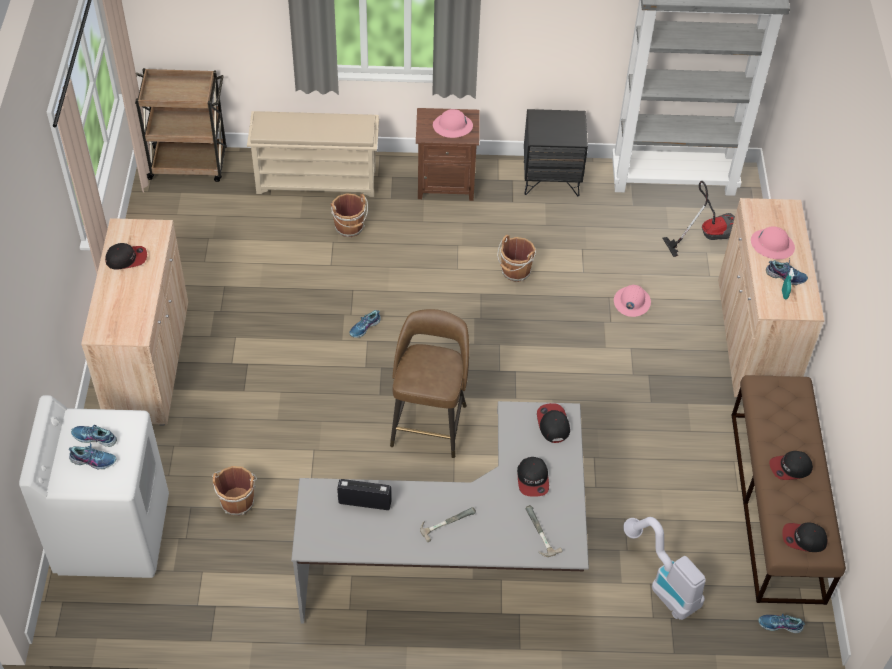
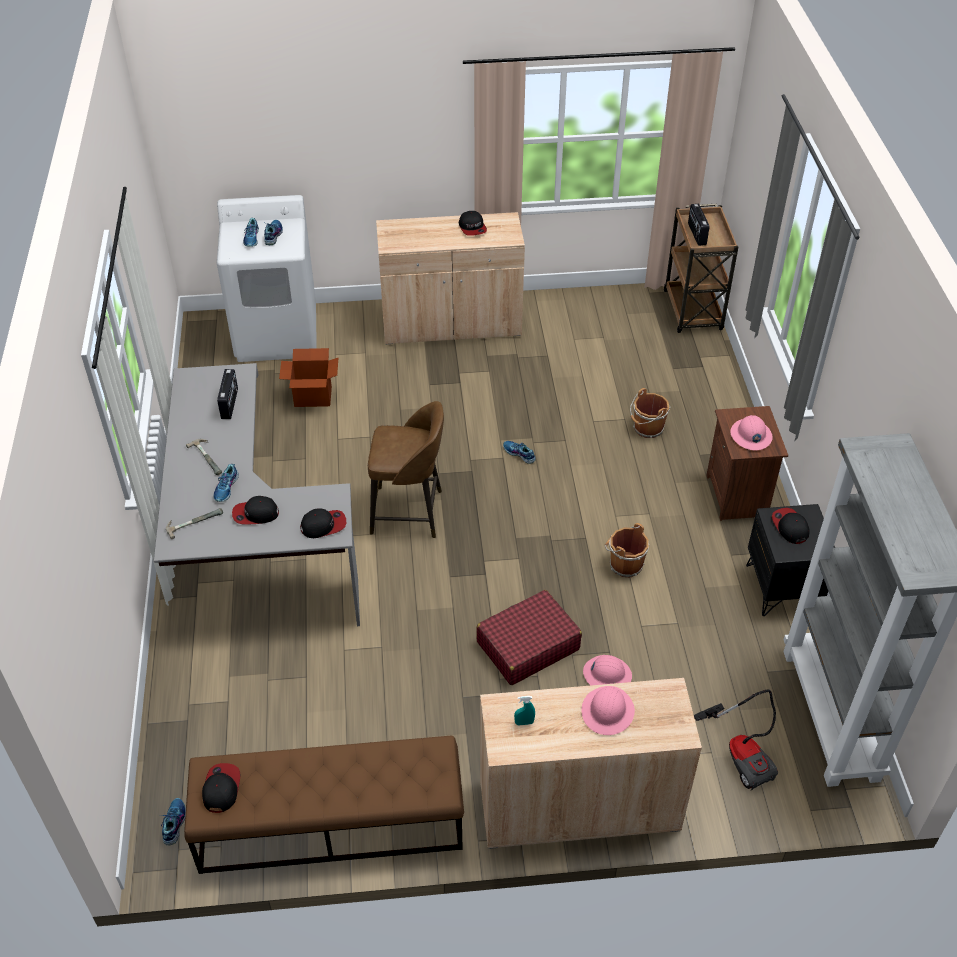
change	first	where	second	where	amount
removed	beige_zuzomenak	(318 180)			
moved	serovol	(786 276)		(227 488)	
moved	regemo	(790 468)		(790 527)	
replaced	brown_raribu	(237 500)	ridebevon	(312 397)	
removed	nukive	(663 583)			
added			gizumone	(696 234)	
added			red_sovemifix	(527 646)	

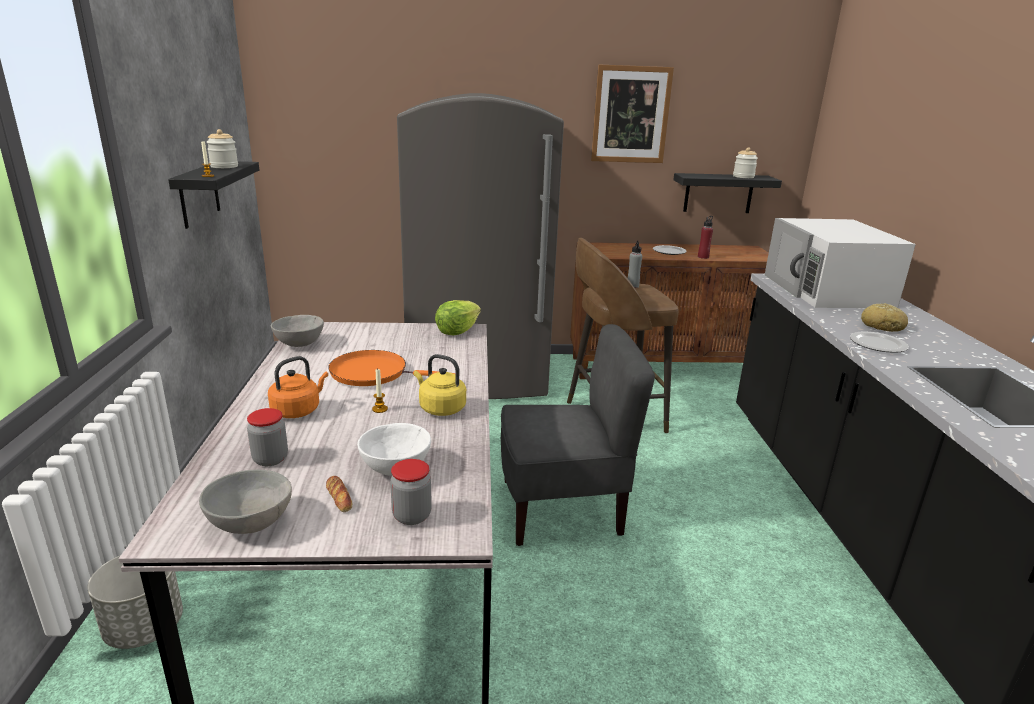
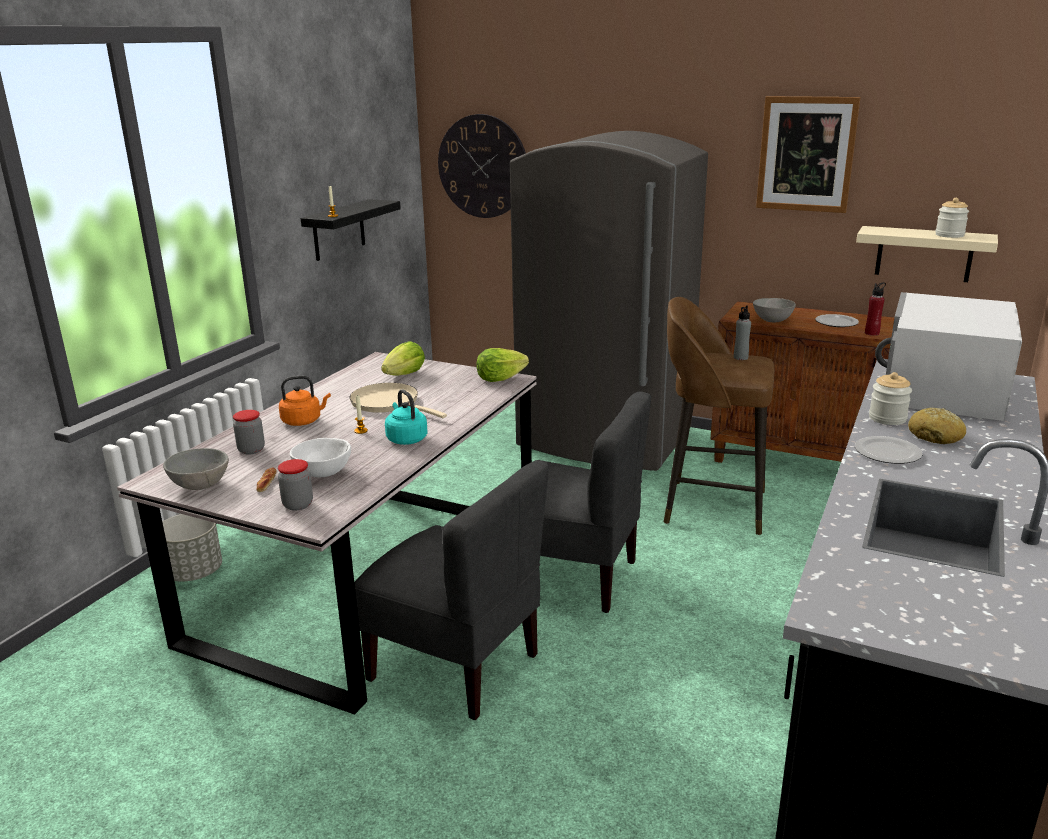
change	first	where	second	where	amount
moved	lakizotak	(224 166)		(887 418)	
recoloured	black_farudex	(718 193)	beige_farudex	(924 254)	
moved	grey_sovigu	(298 344)		(771 321)	
recoloured	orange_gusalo	(374 373)	beige_gusalo	(388 403)	
recoloured	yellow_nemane	(440 408)	turquoise_nemane	(406 439)	
added			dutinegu	(482 166)	
added			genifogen	(405 375)	
added			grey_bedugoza	(456 666)	

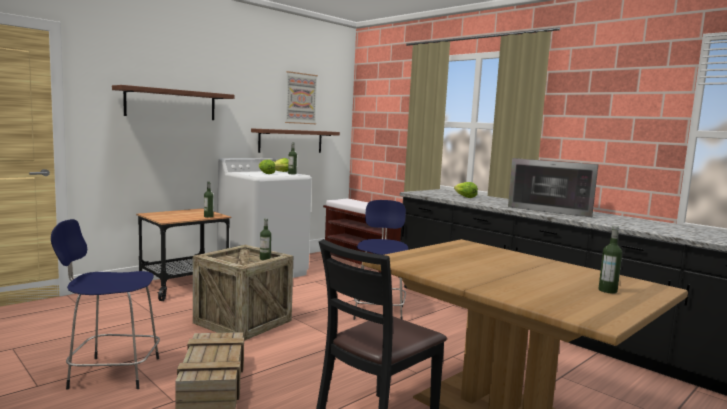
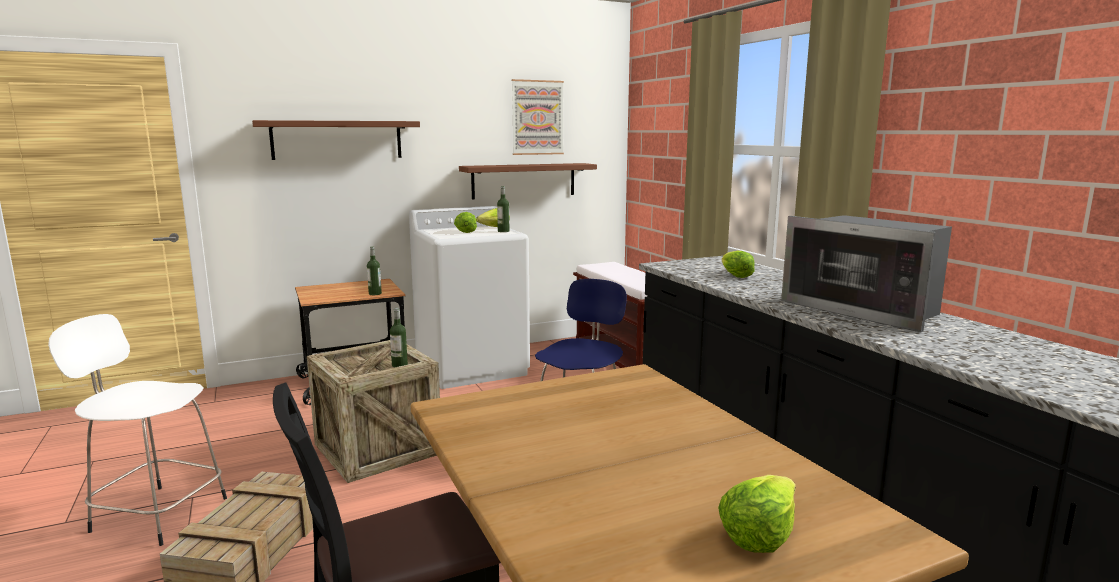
change	first	where	second	where	amount
recoloured	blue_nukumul	(112 372)	white_nukumul	(156 514)	
replaced	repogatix	(607 290)	genifogen	(759 534)	

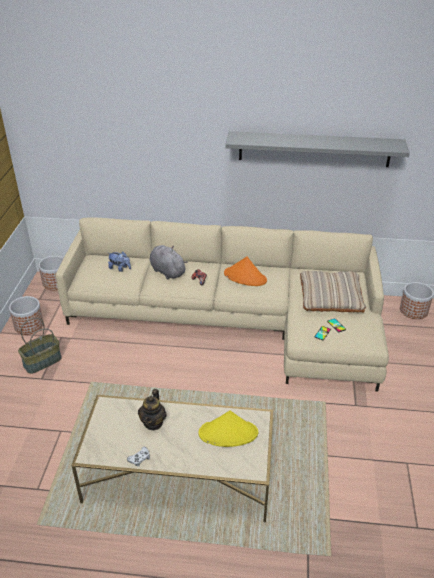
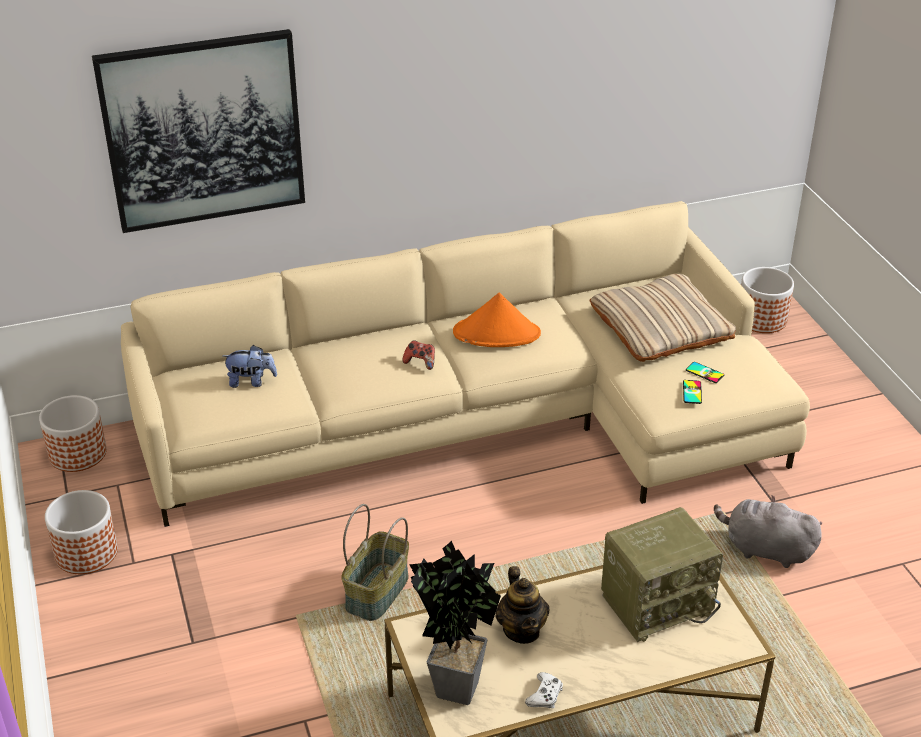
change	first	where	second	where	amount
removed	grey_farudex	(314 149)			
moved	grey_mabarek	(167 271)		(765 550)	
moved	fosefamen	(42 362)		(378 593)	
replaced	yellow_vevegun	(228 433)	gizumone	(657 602)	
added			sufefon	(203 131)	
added			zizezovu	(451 683)	

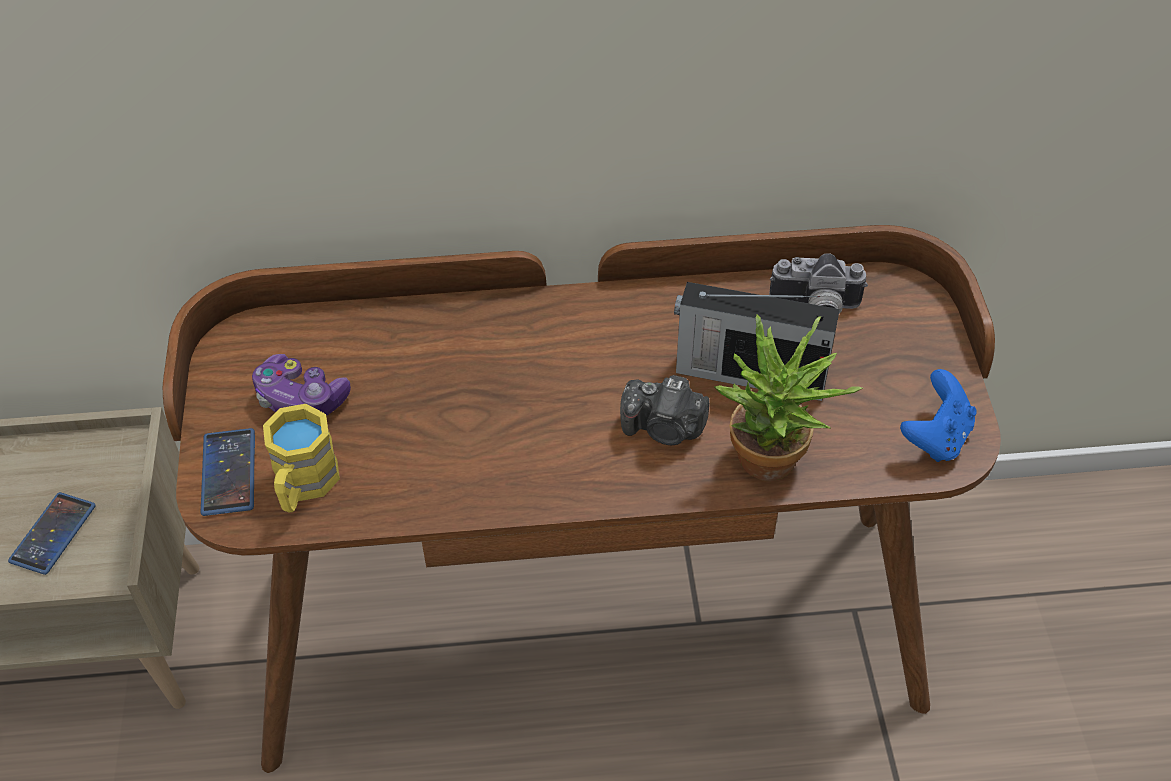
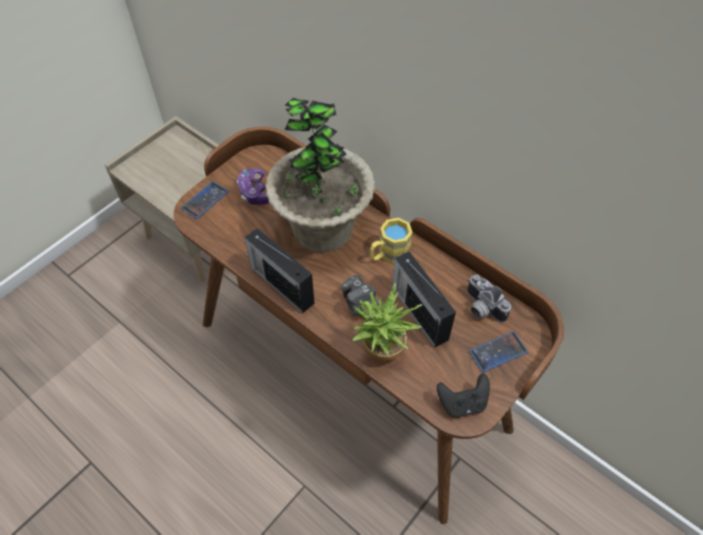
change	first	where	second	where	amount
recoloured	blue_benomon	(935 437)	black_benomon	(462 403)	
moved	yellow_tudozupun	(303 486)		(388 254)	
moved	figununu	(53 534)		(498 352)	
added			zizezovu	(323 228)	
added			gizumone	(281 284)	

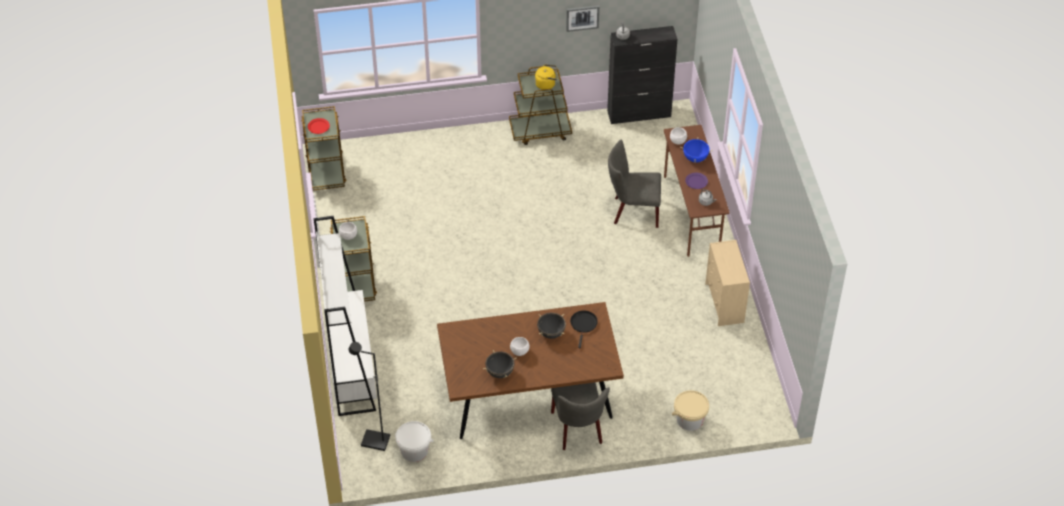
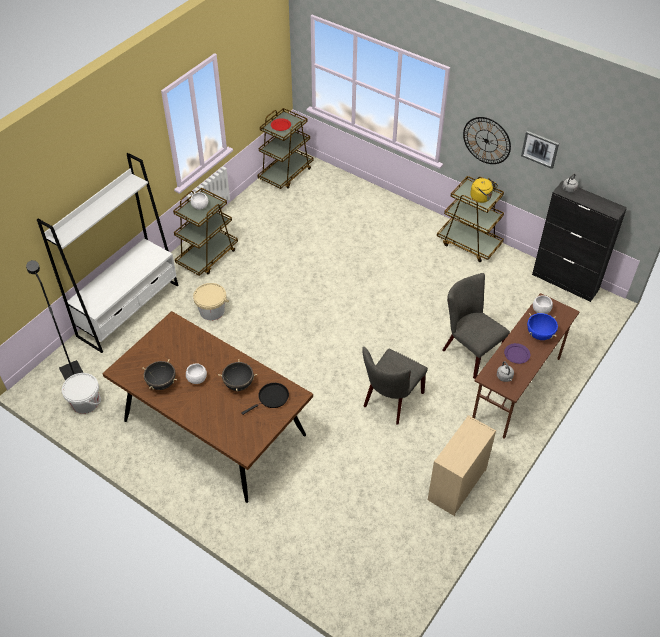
change	first	where	second	where	amount
moved	grey_bedugoza	(578 430)		(391 401)	
moved	beige_raribu	(689 419)		(212 311)	
added			dutinegu	(486 140)	

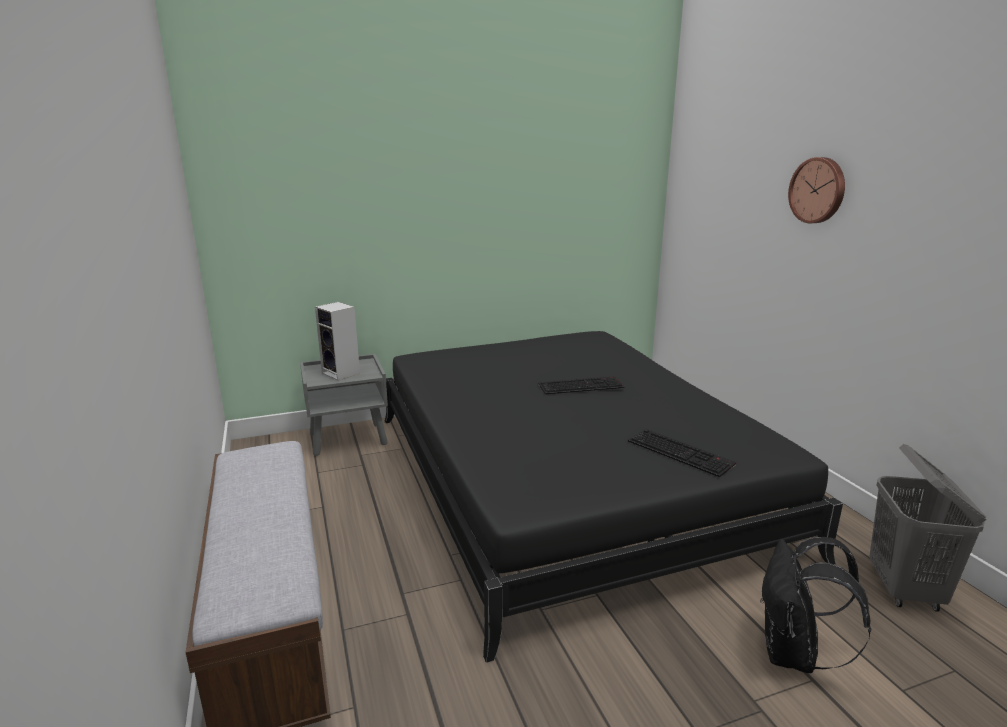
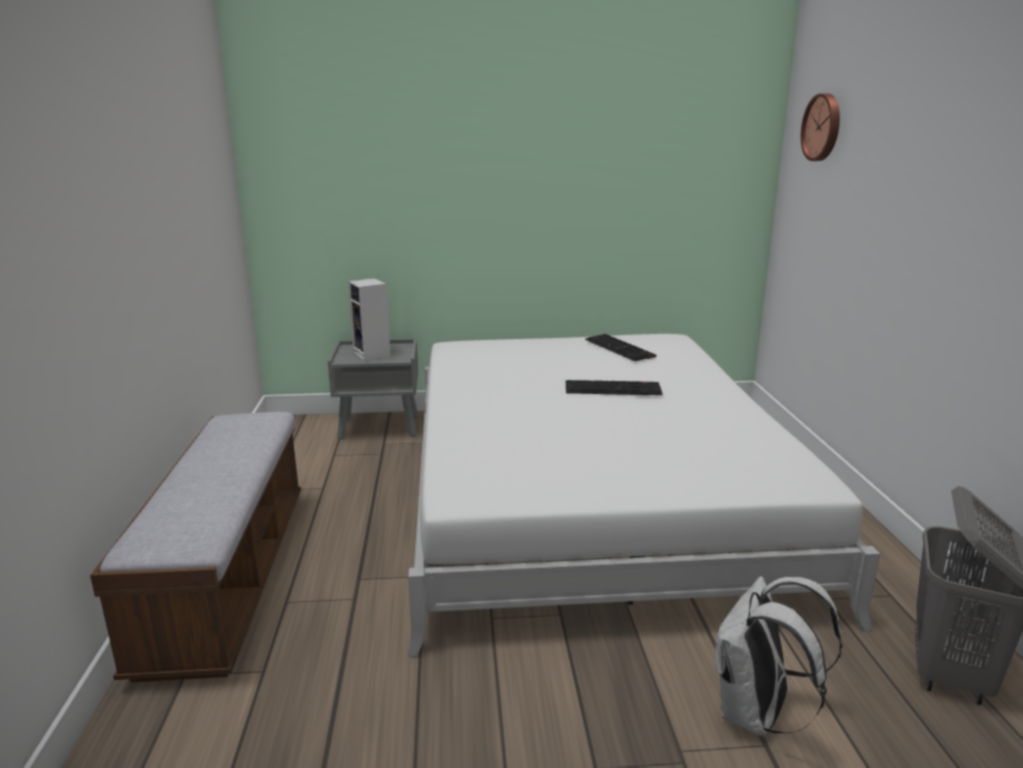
change	first	where	second	where	amount
moved	dutinegu	(818 190)		(823 127)	
recoloured	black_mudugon	(565 479)	white_mudugon	(589 494)	
moved	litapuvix	(681 452)		(621 348)	
recoloured	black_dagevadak	(793 654)	white_dagevadak	(756 715)	

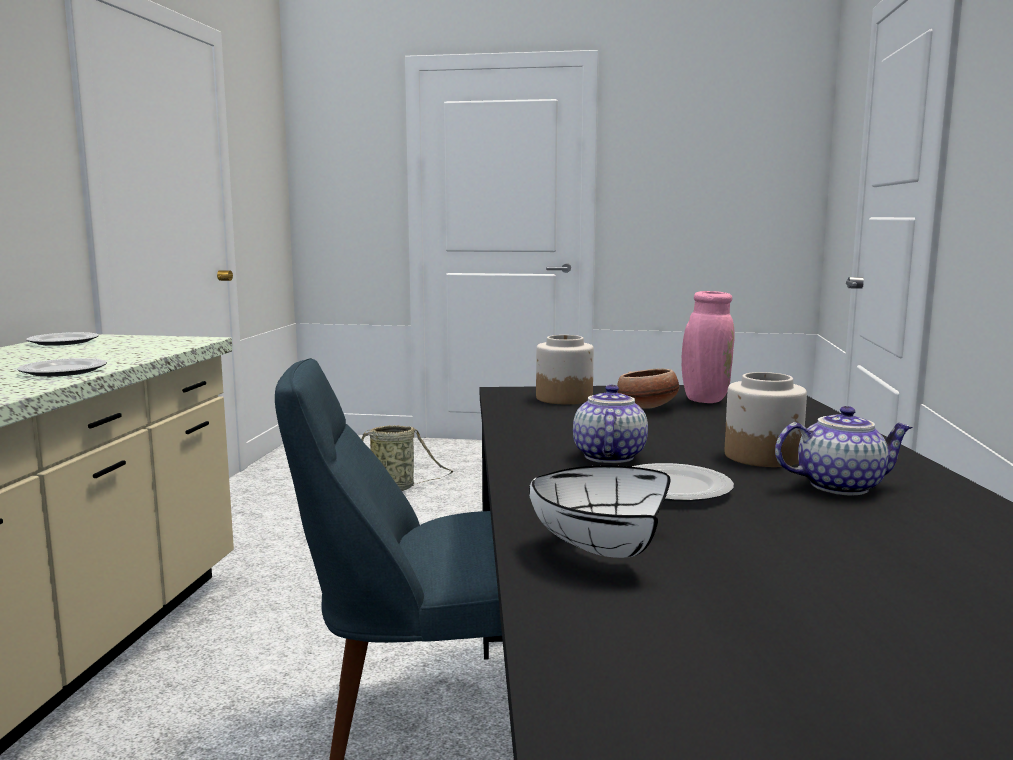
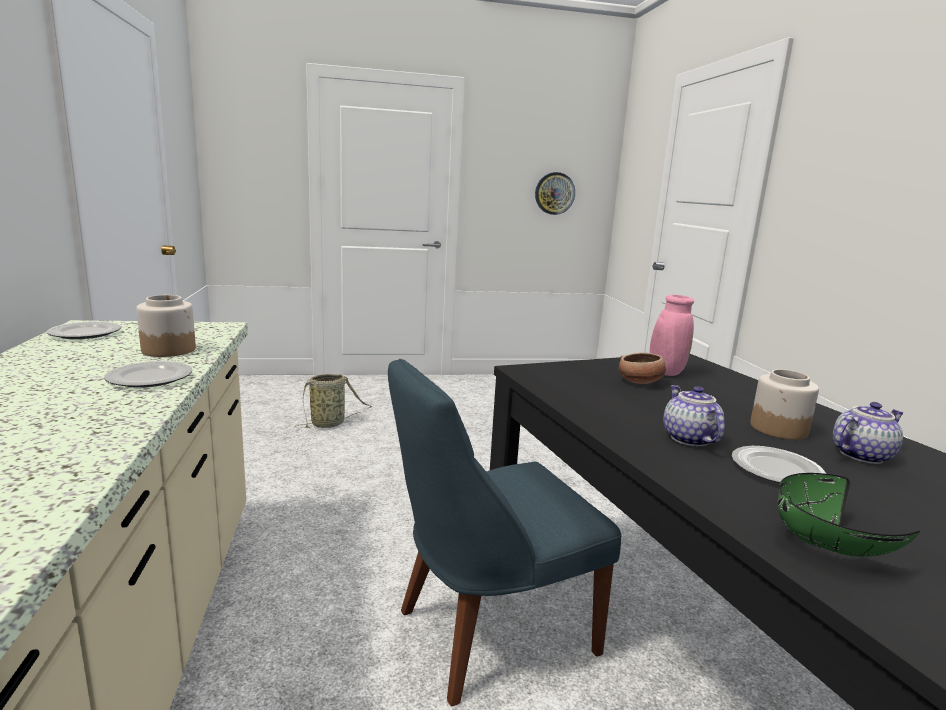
change	first	where	second	where	amount
moved	lakizotak	(564 398)		(169 350)	
recoloured	white_sovigu	(595 550)	green_sovigu	(823 546)	
added			dutinegu	(554 193)	

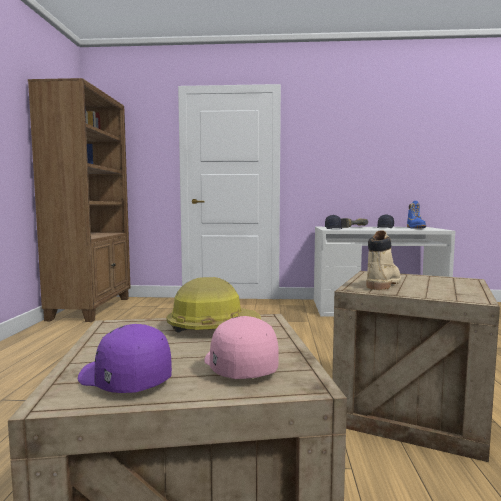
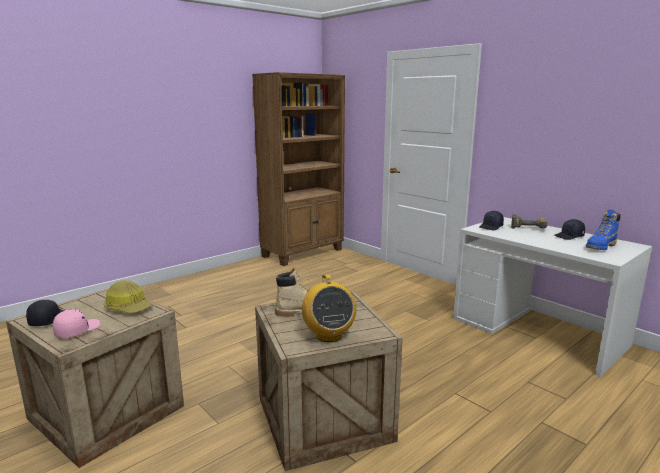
change	first	where	second	where	amount
recoloured	purple_regemo	(123 380)	black_regemo	(47 320)	
added			gizumone	(328 335)	

